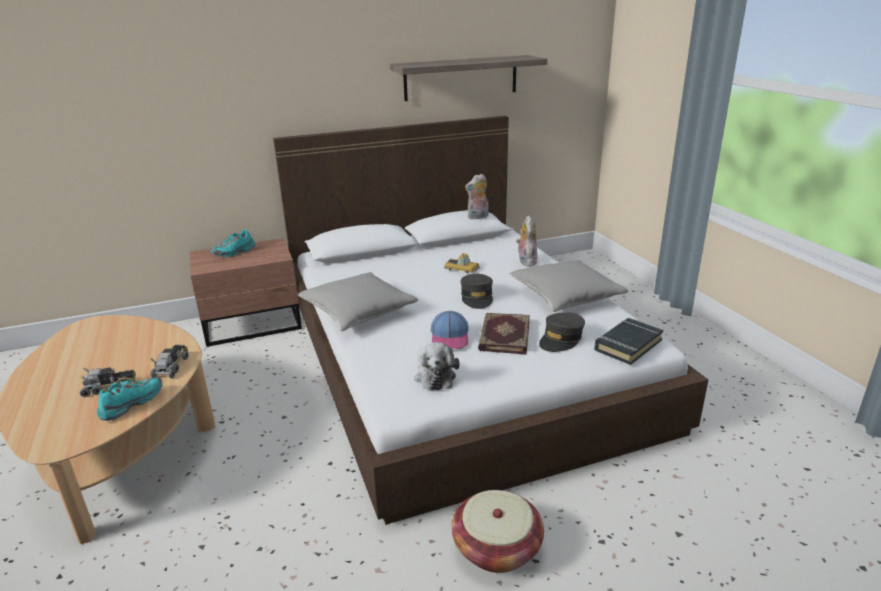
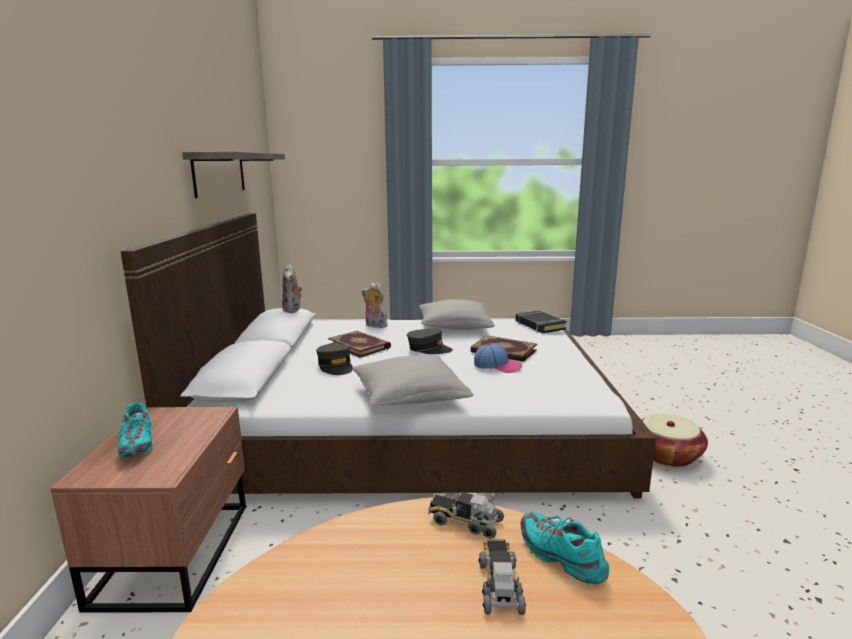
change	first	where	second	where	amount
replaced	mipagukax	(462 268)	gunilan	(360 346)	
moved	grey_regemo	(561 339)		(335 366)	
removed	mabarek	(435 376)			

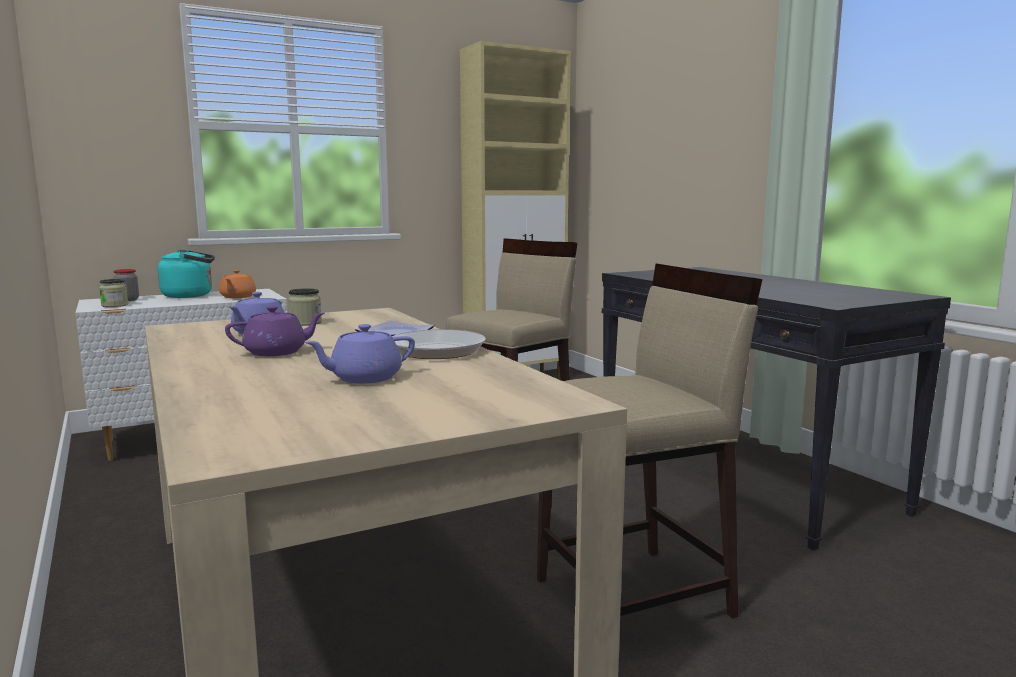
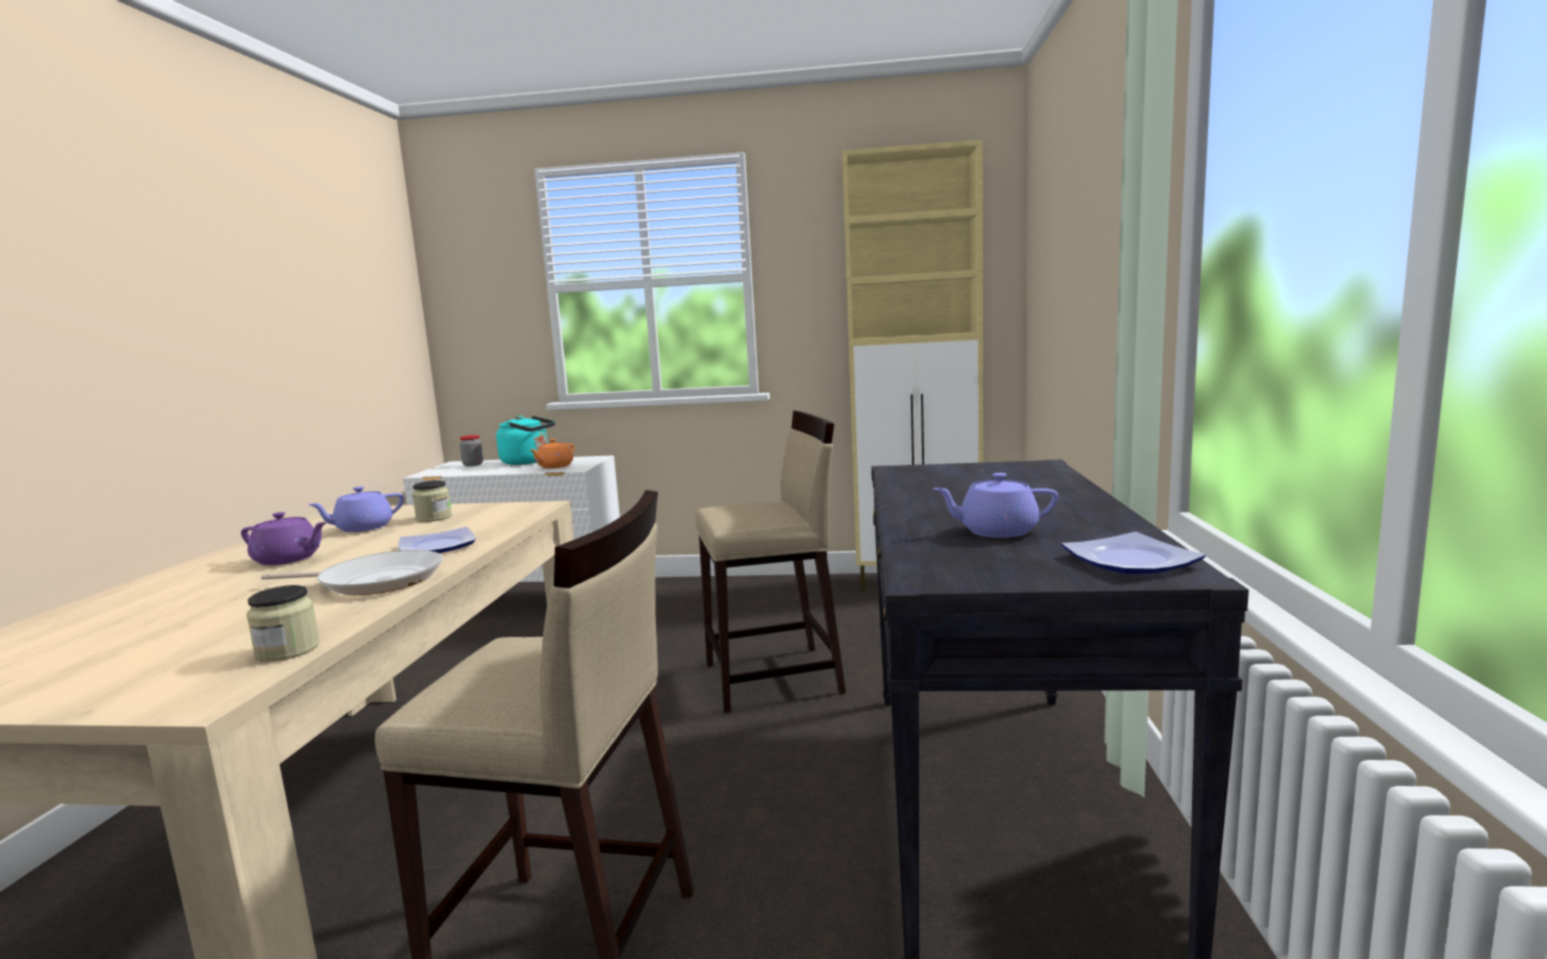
change	first	where	second	where	amount
moved	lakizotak	(114 305)		(288 650)	
moved	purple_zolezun	(364 378)		(996 531)	
added			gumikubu	(1130 562)	

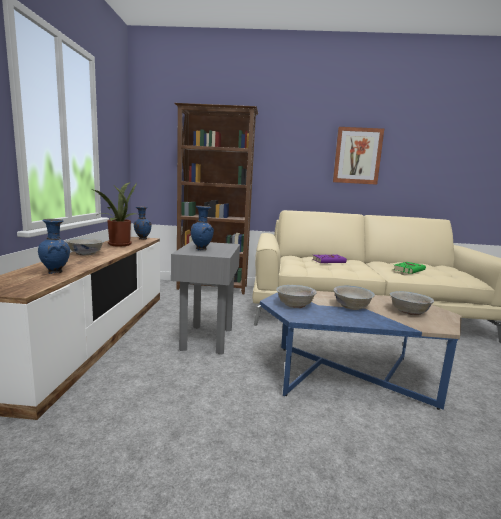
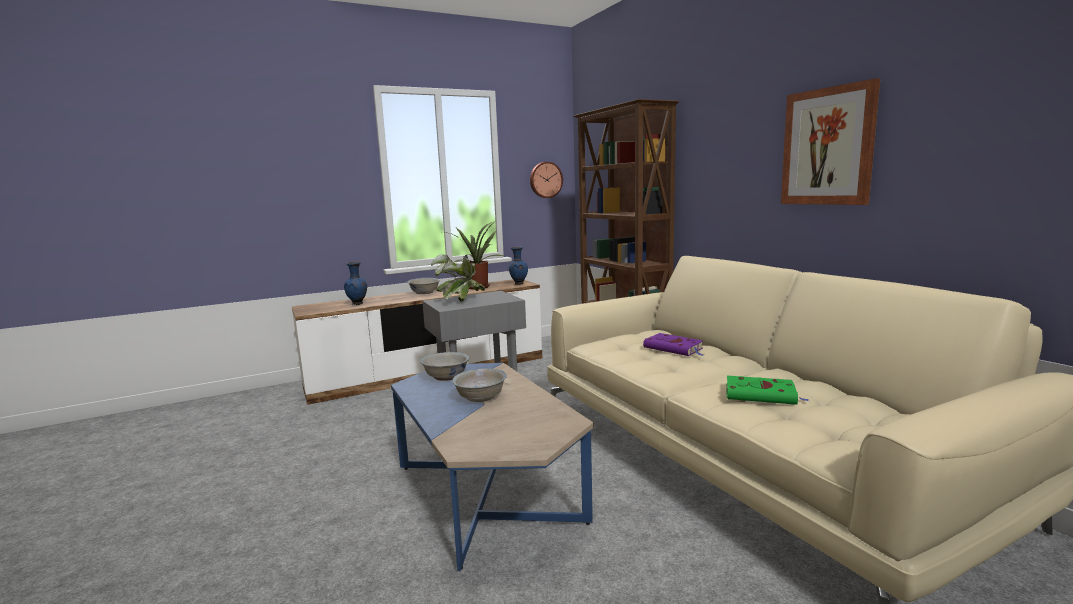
change	first	where	second	where	amount
replaced	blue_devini	(202 249)	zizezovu	(460 300)	
removed	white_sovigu	(409 312)			
added			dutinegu	(545 180)	

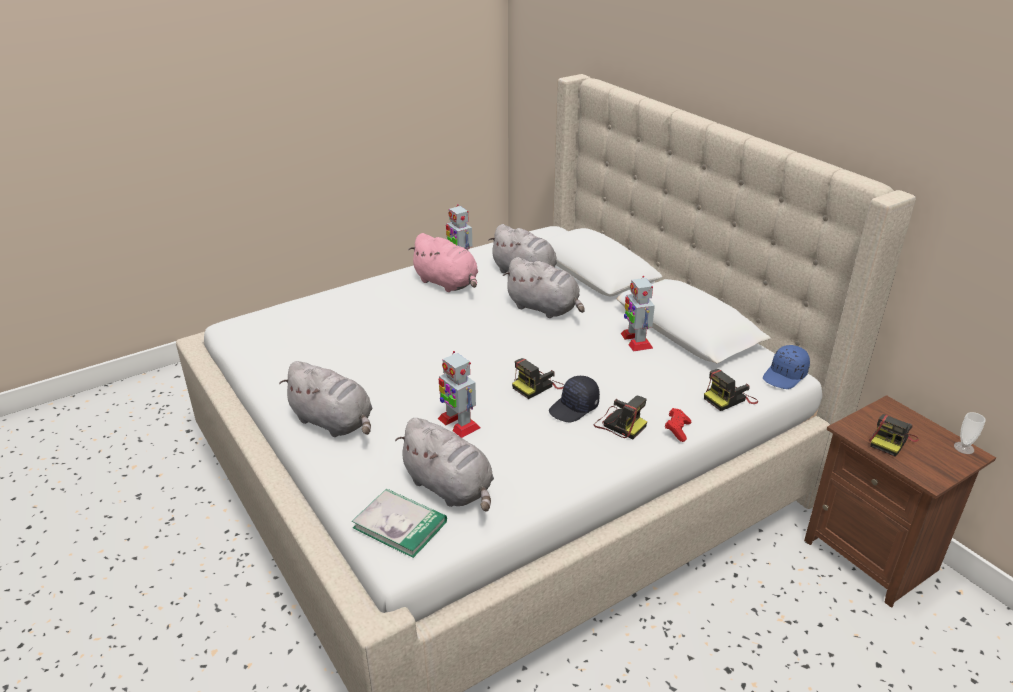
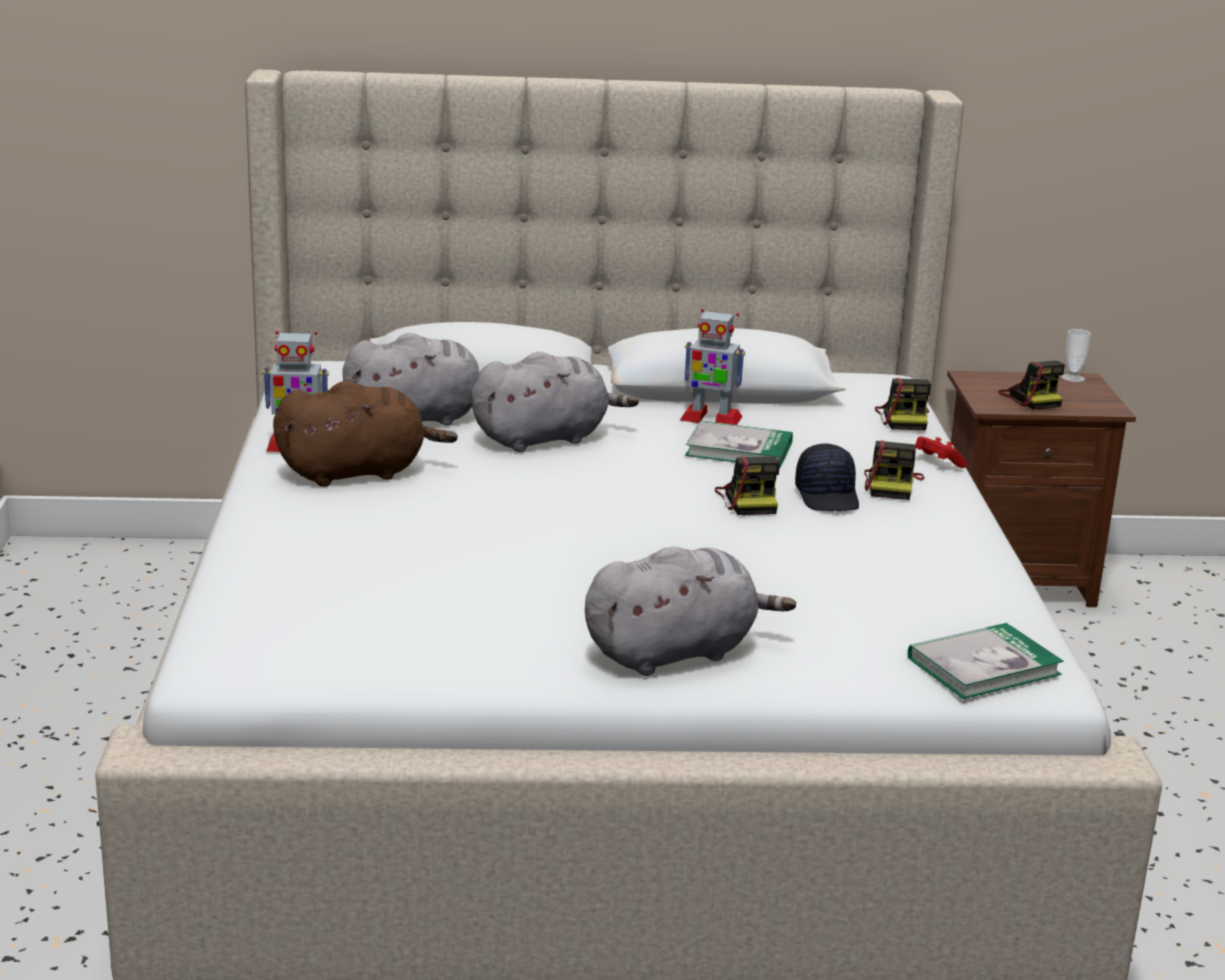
change	first	where	second	where	amount
recoloured	pink_mabarek	(447 283)	brown_mabarek	(358 472)	
removed	blue_regemo	(785 376)			
removed	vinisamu	(458 423)			
turned	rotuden	(619 424)		(892 485)	120 degrees clockwise
removed	grey_mabarek	(450 488)			
added			gunilan	(739 449)	

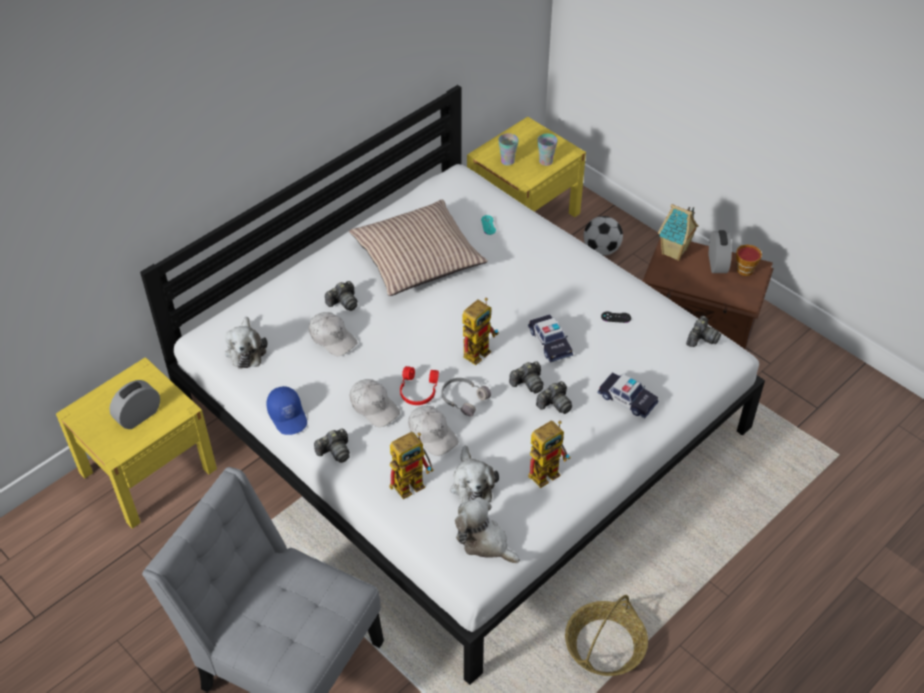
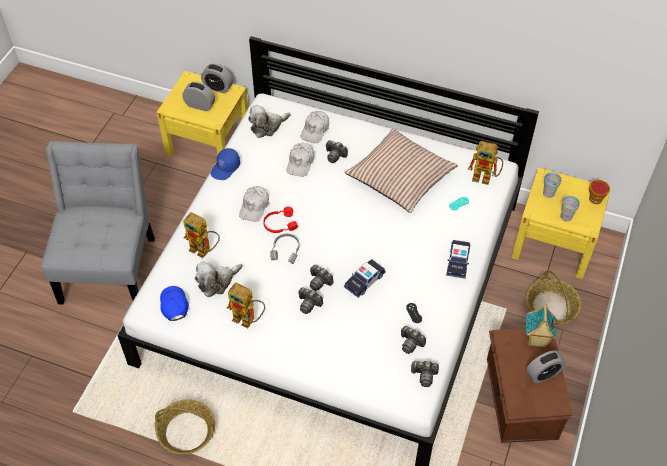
change	first	where	second	where	amount
replaced	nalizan	(601 250)	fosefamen	(551 307)	
moved	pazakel	(743 268)		(596 198)	
moved	vinisamu	(479 349)		(486 178)	
moved	mipagukax	(627 399)		(458 262)	
moved	white_regemo	(432 434)		(315 130)	
moved	rotuden	(335 451)		(411 343)	
replaced	mabarek	(484 541)	blue_regemo	(174 305)	
added			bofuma	(218 87)	

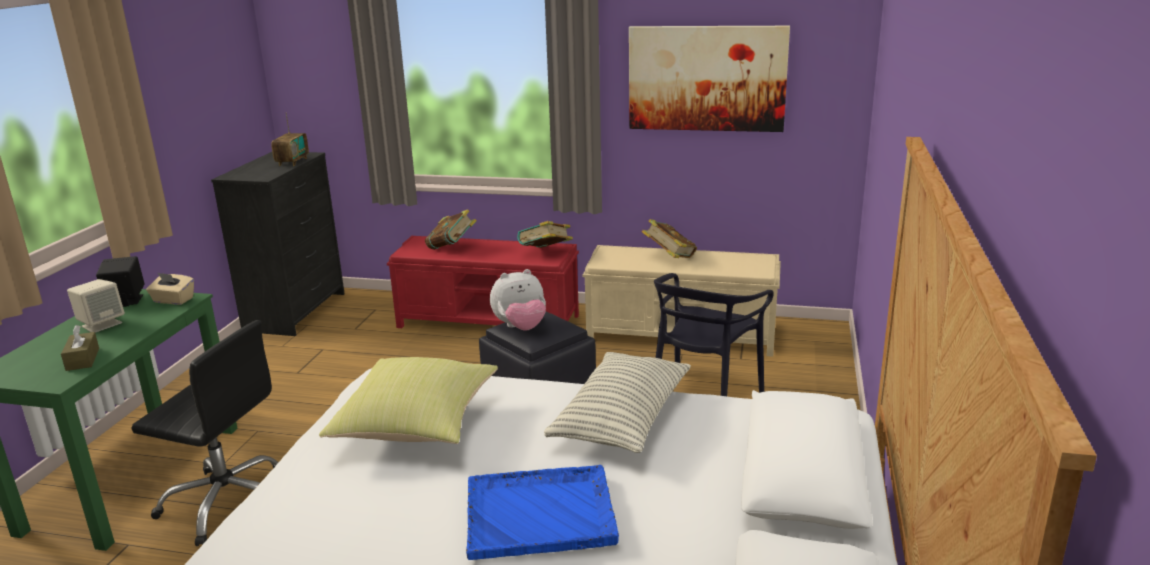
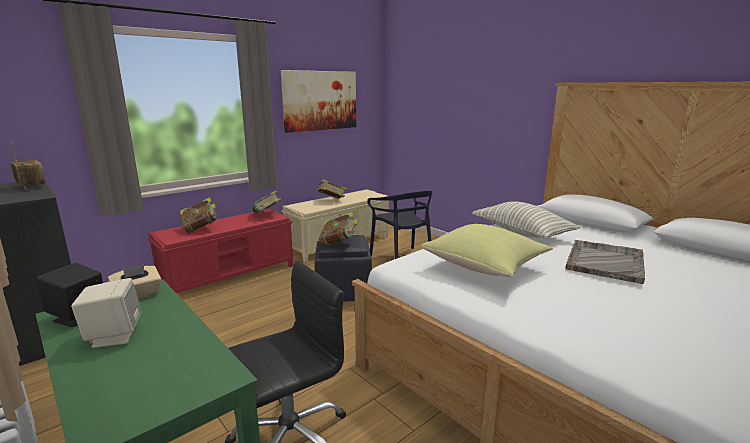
change	first	where	second	where	amount
replaced	mabarek	(520 327)	gunilan	(339 243)	
removed	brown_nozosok	(82 359)			
recoloured	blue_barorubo	(541 514)	grey_barorubo	(605 262)	

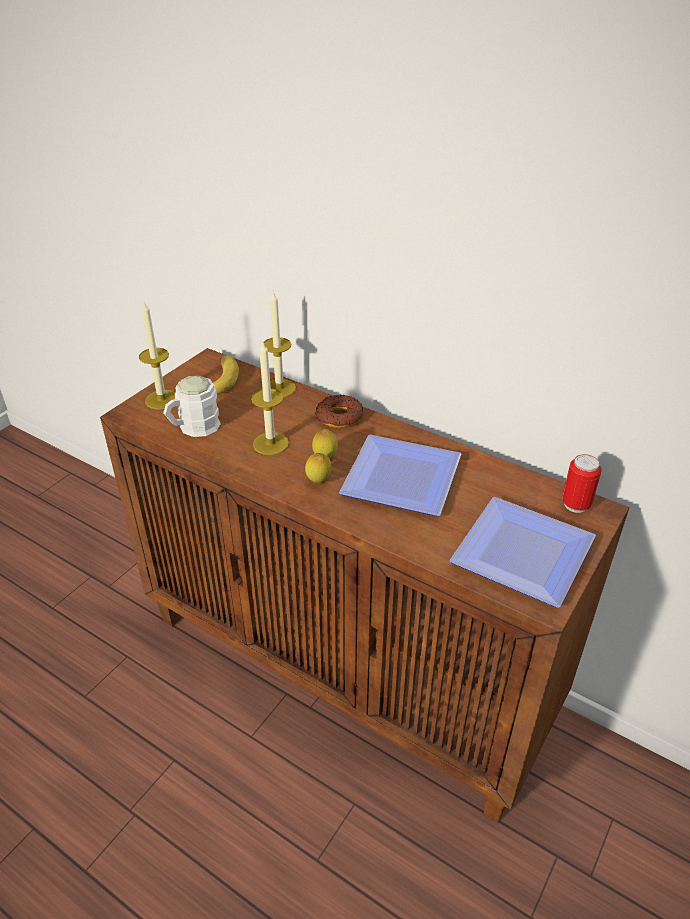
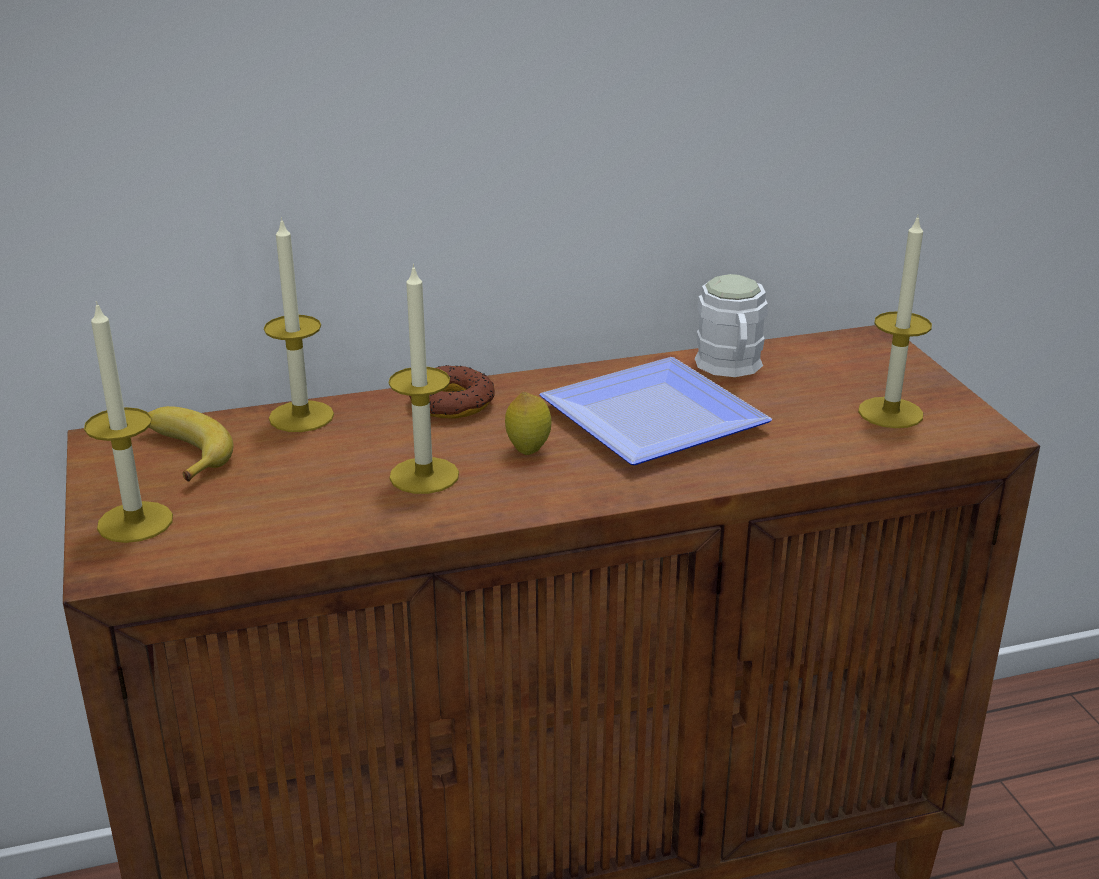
change	first	where	second	where	amount
moved	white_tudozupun	(193 428)		(731 368)	
removed	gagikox	(318 482)			
removed	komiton	(575 505)			
replaced	gumikubu	(517 555)	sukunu	(890 413)	

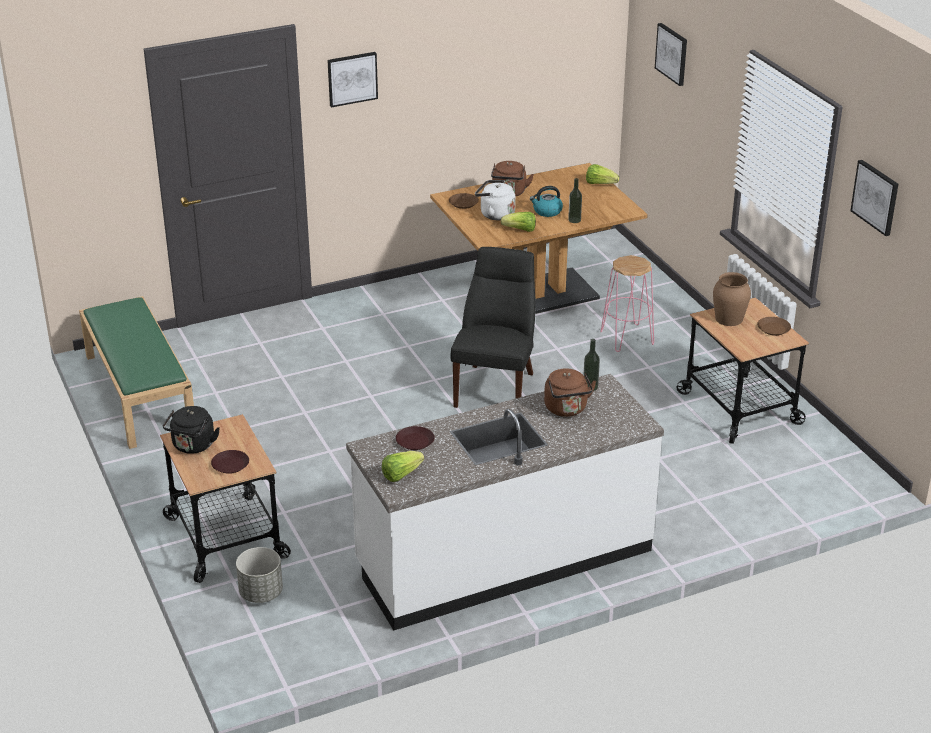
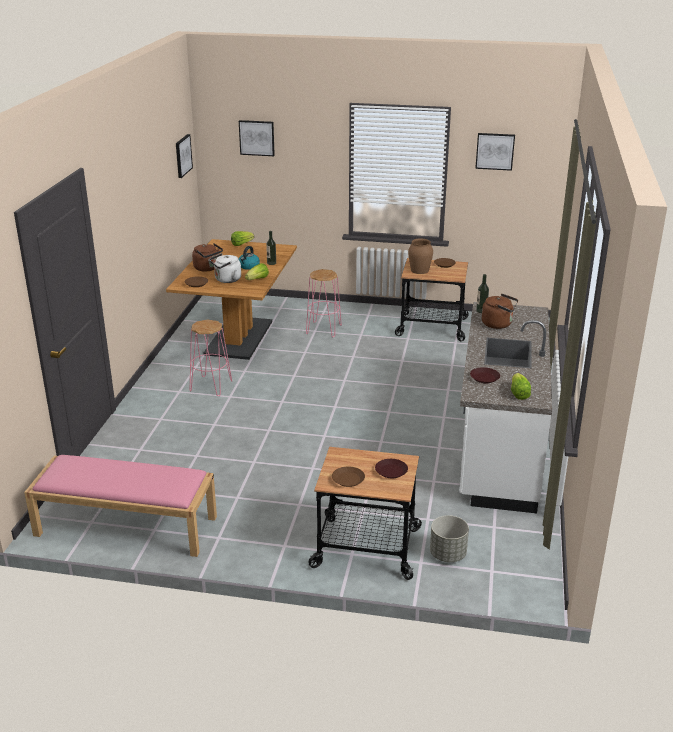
change	first	where	second	where	amount
moved	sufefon	(352 78)		(182 155)	
removed	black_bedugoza	(496 387)			
recoloured	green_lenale	(138 392)	pink_lenale	(125 526)	
replaced	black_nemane	(193 446)	brown_gumikubu	(348 480)	
added			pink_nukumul	(210 386)	

